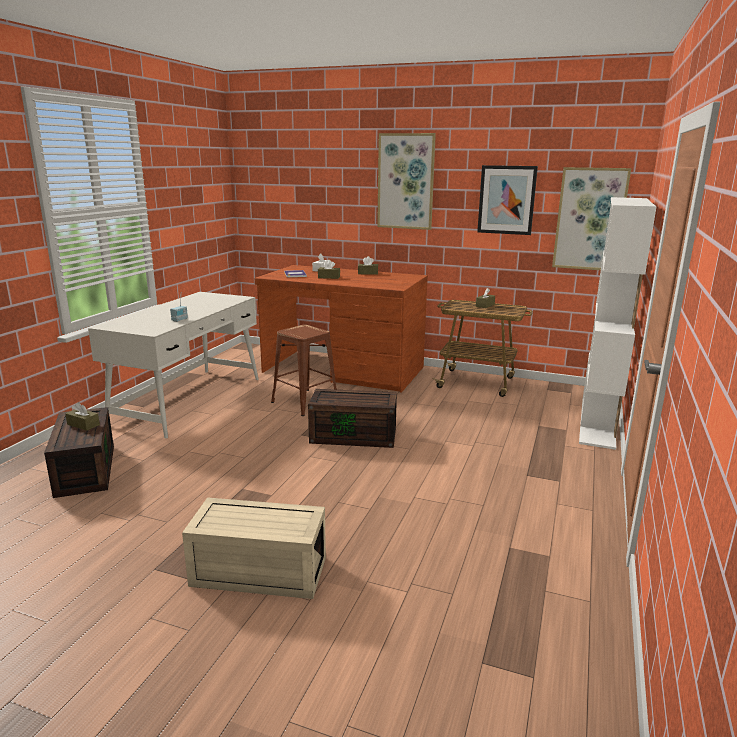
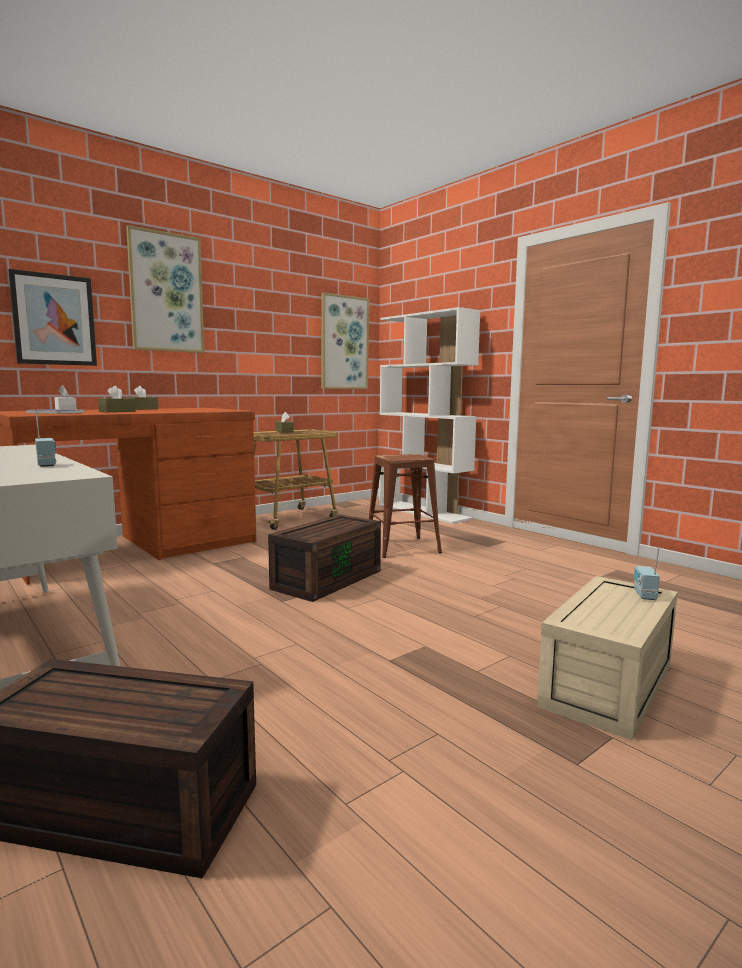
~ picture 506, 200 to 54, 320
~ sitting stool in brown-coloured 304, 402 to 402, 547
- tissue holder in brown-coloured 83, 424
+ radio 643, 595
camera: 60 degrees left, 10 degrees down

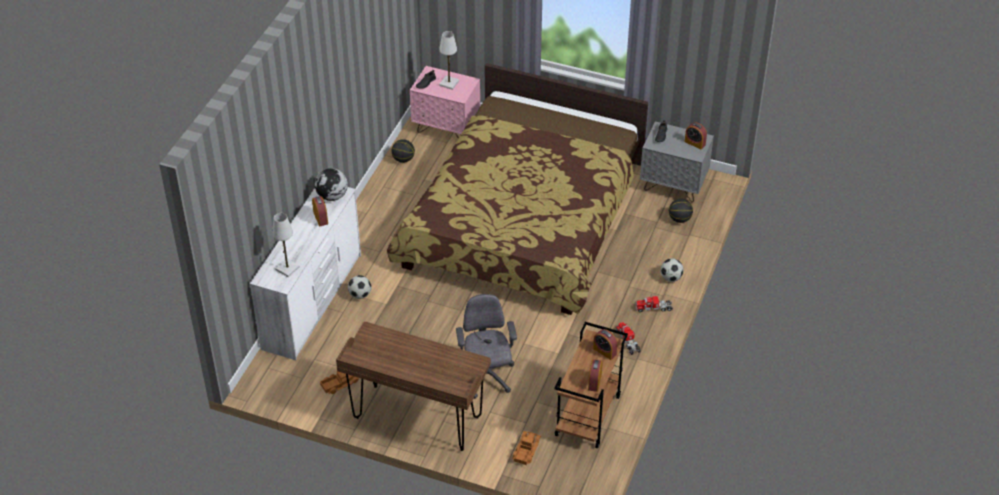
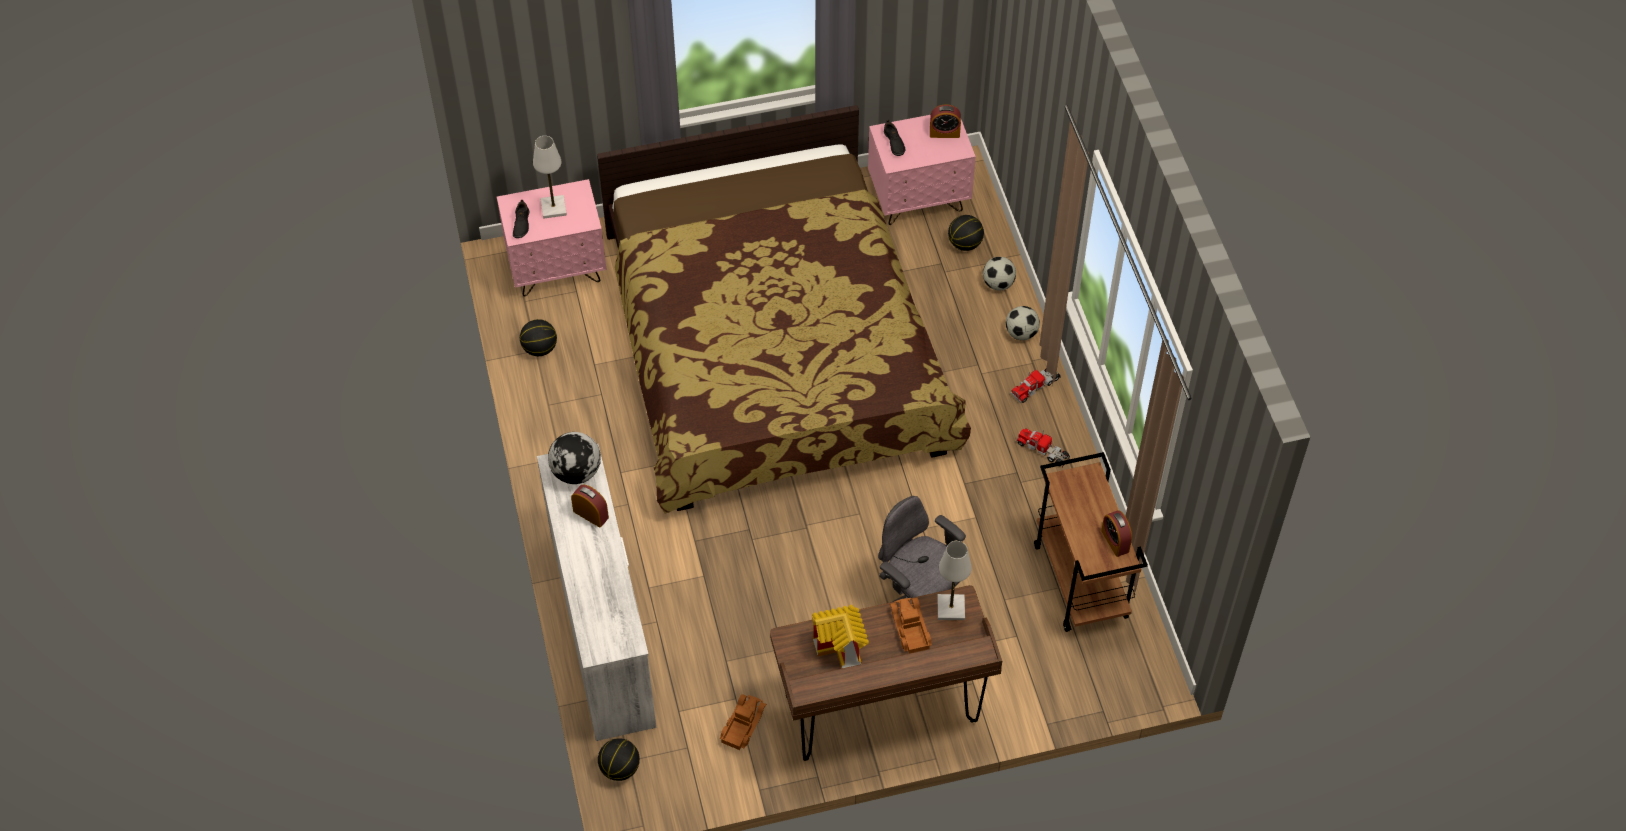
~ bedside table in grey 673, 185 to bedside table in pink 919, 199
~ lamp for a table in whitish 287, 268 to 951, 608
~ football ball 360, 294 to 998, 283
- alarm clock 604, 351
~ toy lorry 525, 450 to 909, 629
+ model house 842, 647
+ basketball ball 619, 768
camera: 35 degrees left, 10 degrees up

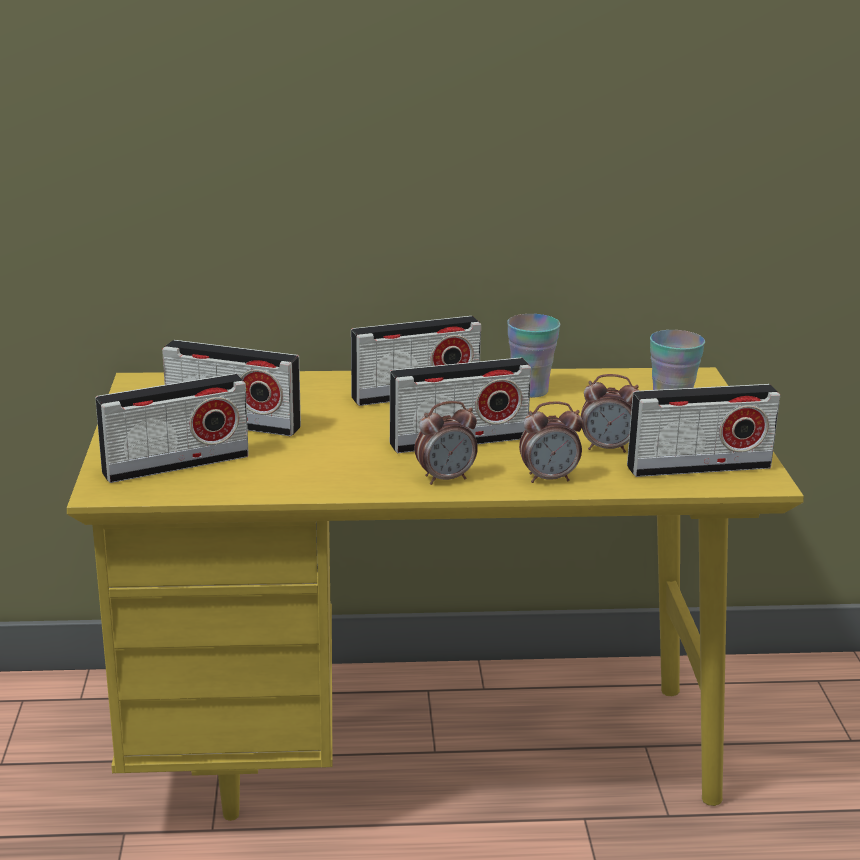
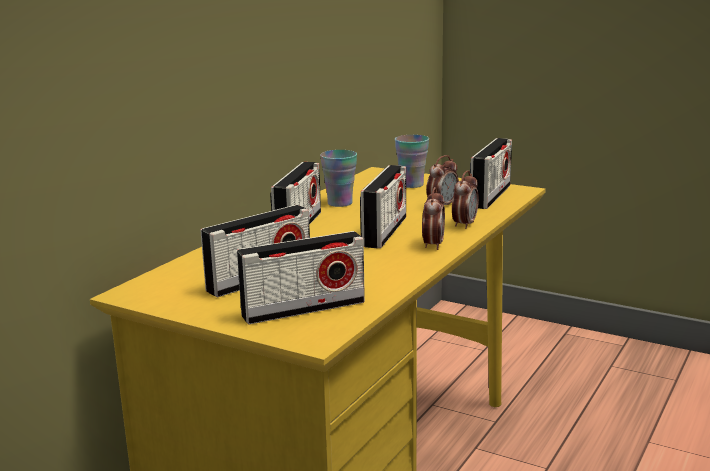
~ radio 176, 465 = 303, 309 60 degrees clockwise
camera: 55 degrees left, 5 degrees down

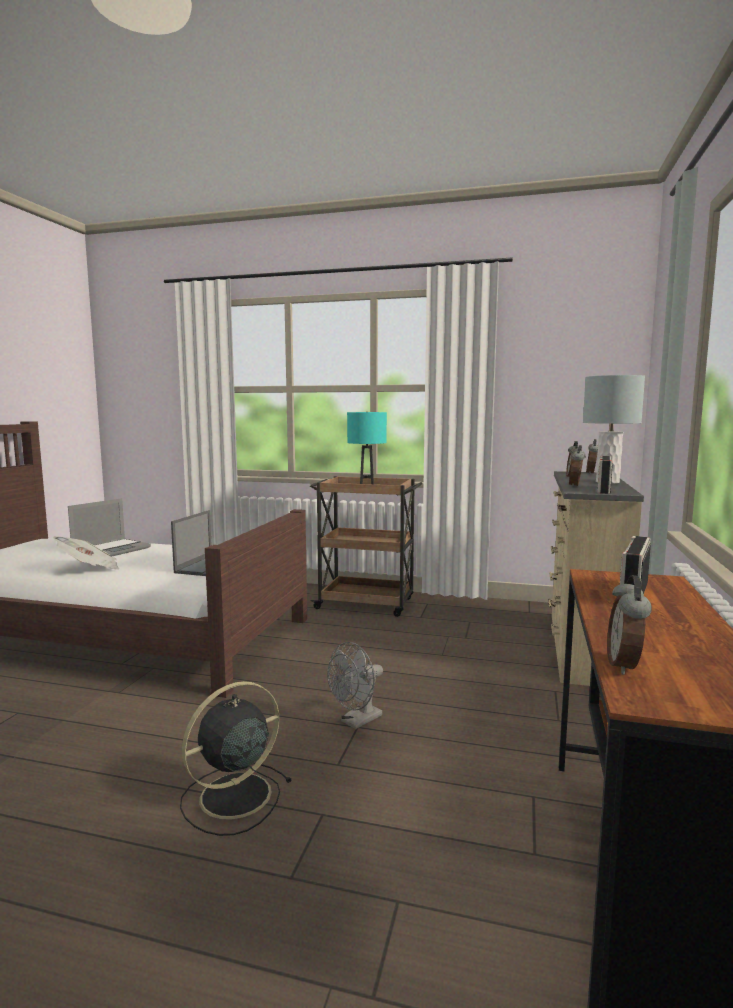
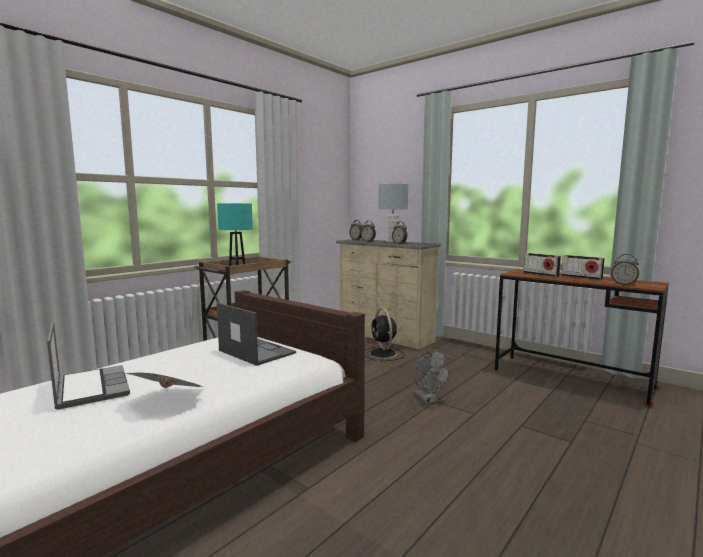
~ radio 603, 489 to 581, 277
~ cooling fan in black-coloured 232, 797 to 383, 354
camera: 65 degrees left, 0 degrees up

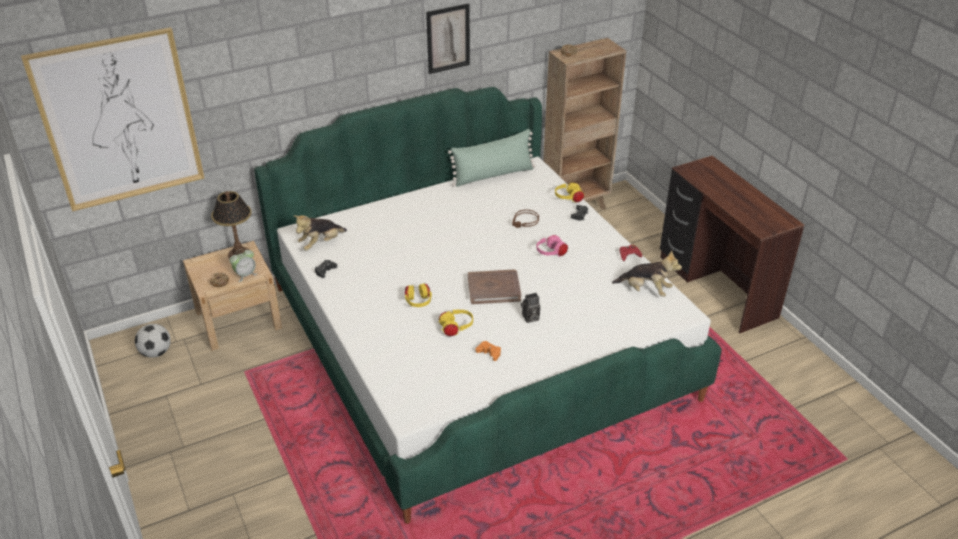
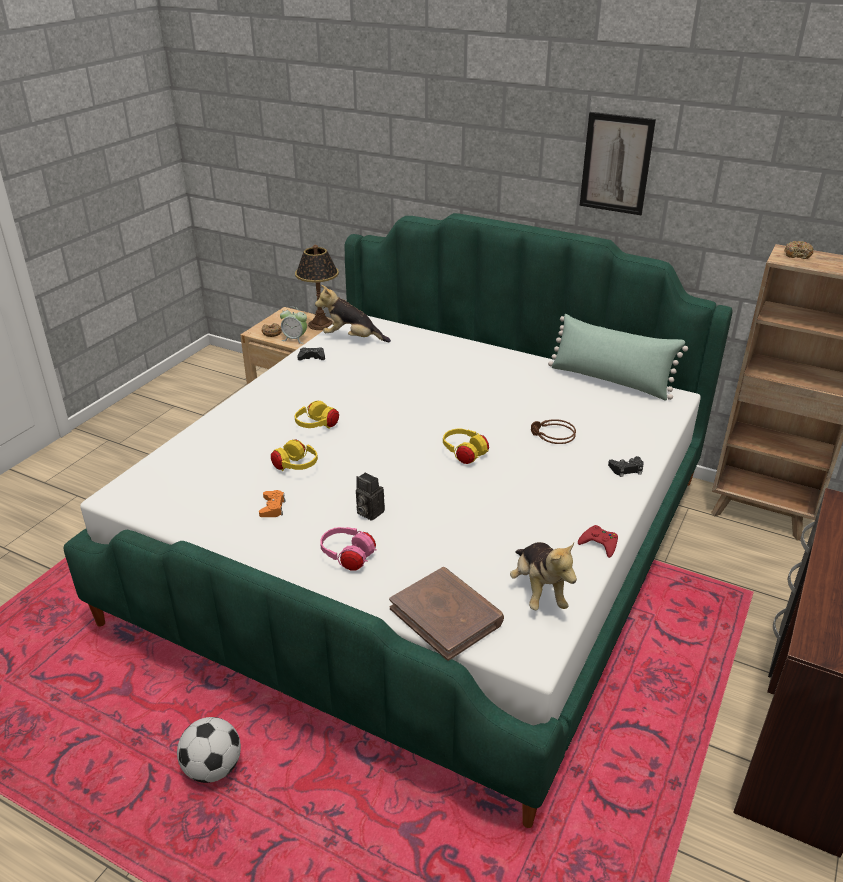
- picture 119, 120
~ headphones in yellow 568, 199 to 464, 454
~ headphones in pink 551, 253 to 348, 558
~ book in brown-coloured 494, 289 to 446, 615
~ football ball 156, 352 to 213, 768
camera: 55 degrees right, 5 degrees down

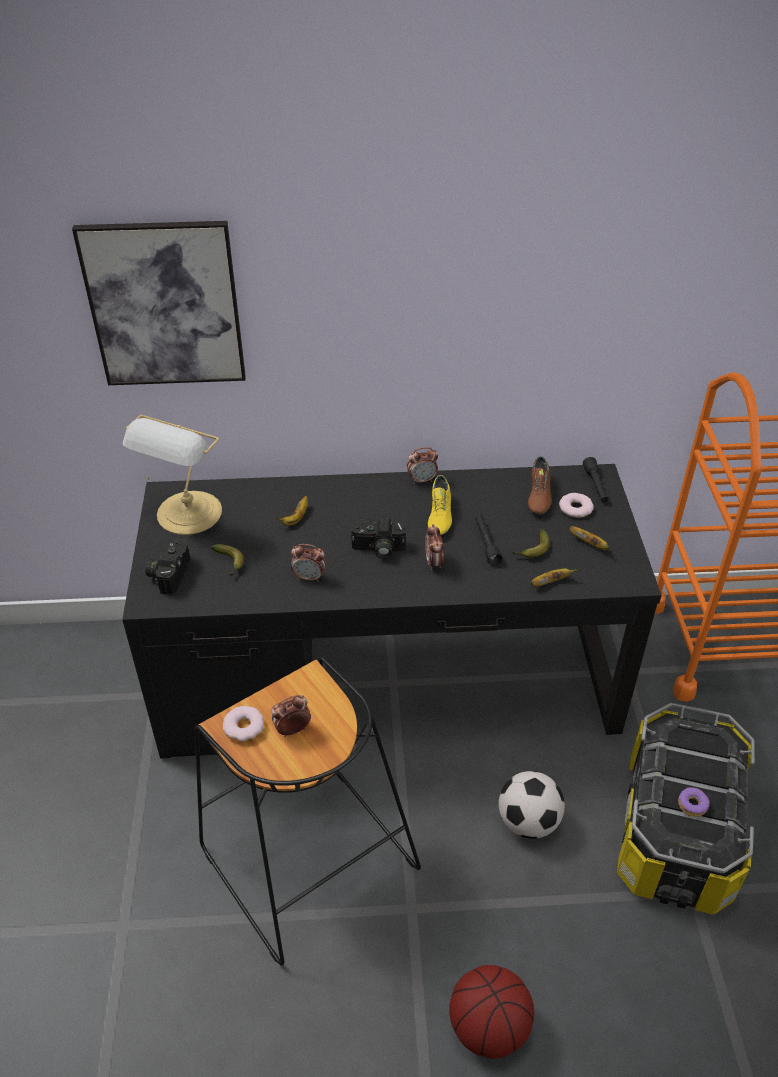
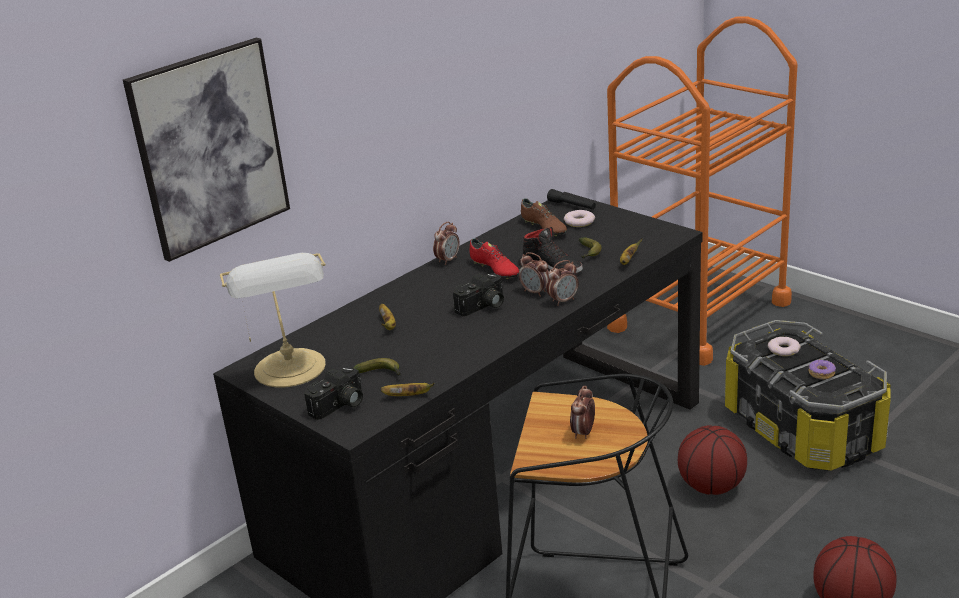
~ low shoe in yellow 439, 516 to low shoe in reddish 494, 270
~ hand torch in black-coloured 486, 543 to low shoe in black-coloured 552, 265
~ whole banana 590, 544 to 408, 396
~ still camera 169, 573 = 339, 406 105 degrees counterclockwise
~ alarm clock 309, 577 to 563, 301
~ donut 244, 726 to 783, 349
~ football ball 528, 821 to basketball ball 711, 487
camera: 40 degrees left, 15 degrees down

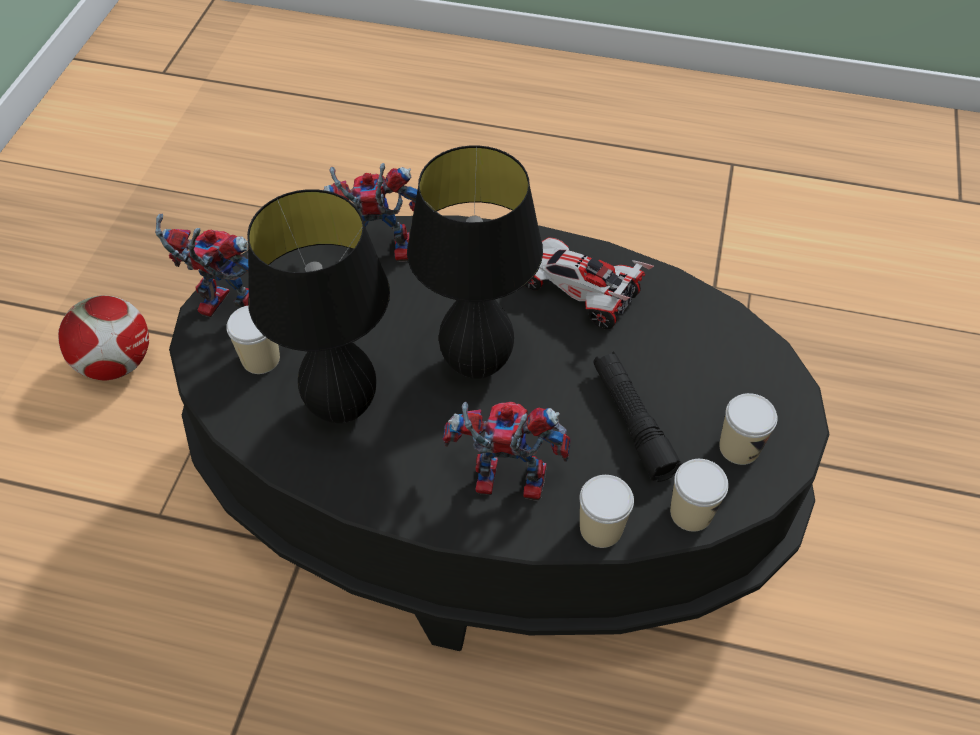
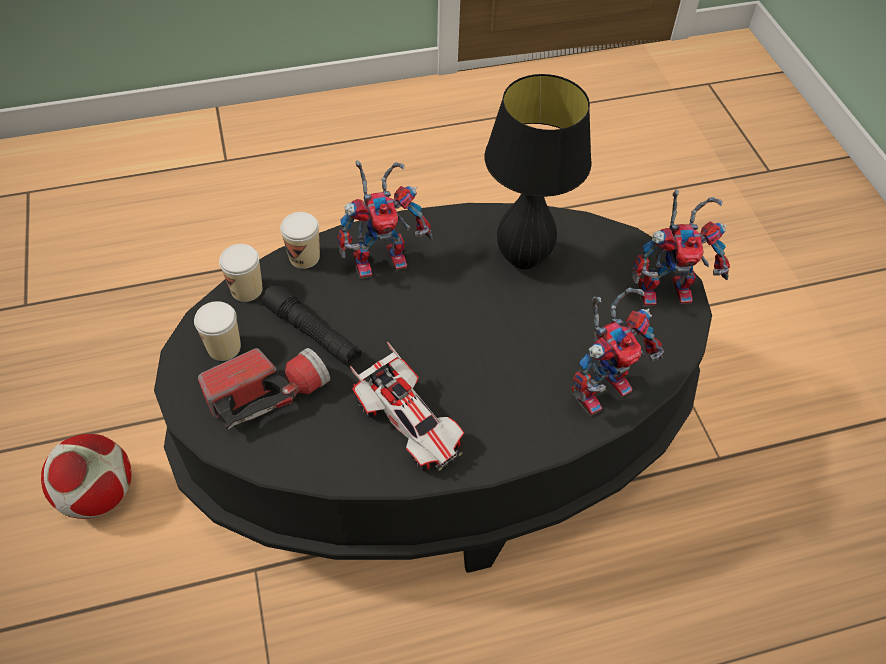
- lamp for a table in black-coloured 476, 365
~ miniature car 578, 293 = 409, 425 45 degrees clockwise
~ football ball 117, 363 to 99, 494
- drinking cup 261, 359
+ hand torch 267, 393
camera: 150 degrees right, 0 degrees up

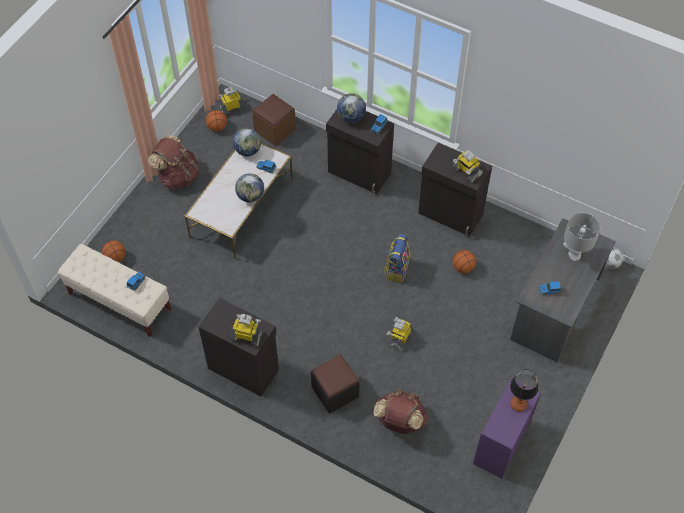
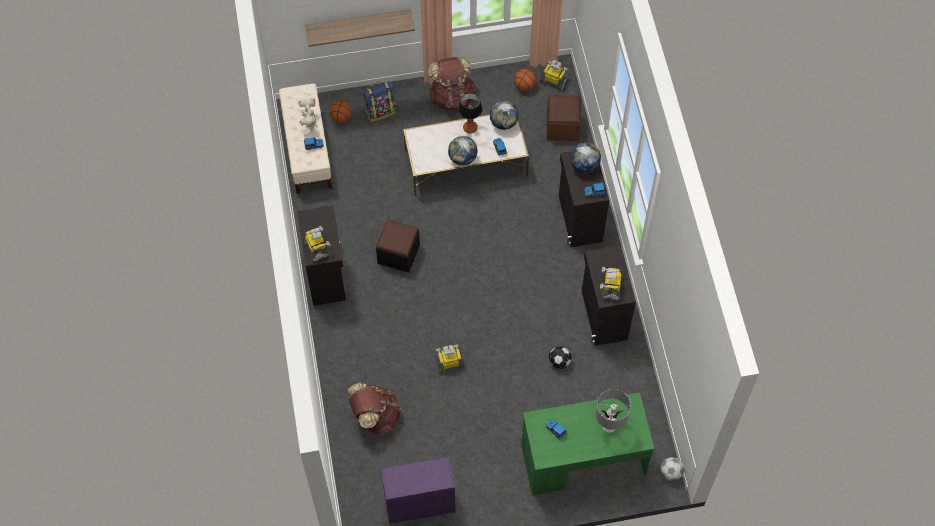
~ desk in grey 555, 309 to desk in green 582, 459
~ backpack 396, 269 to 380, 111
~ basketball ball 463, 267 to football ball 559, 362
~ ottoman in black-coloured 335, 392 to 398, 254
~ lamp for a table 518, 404 to 469, 128
+ wall shelf 358, 23
+ model robot 309, 122
camera: 50 degrees right, 5 degrees up

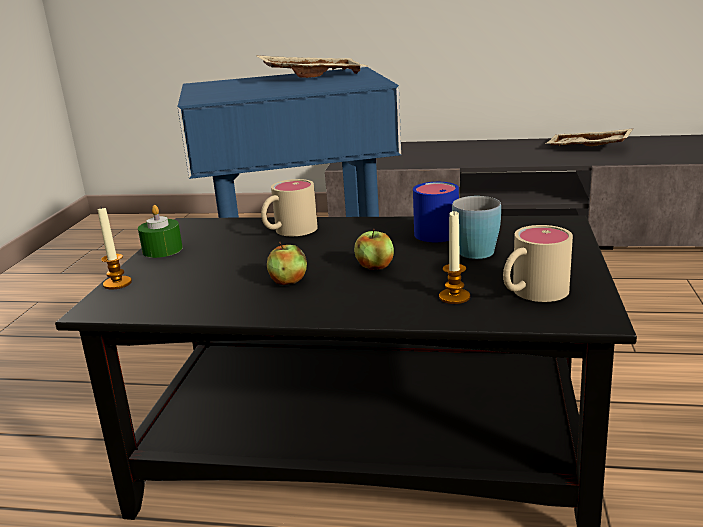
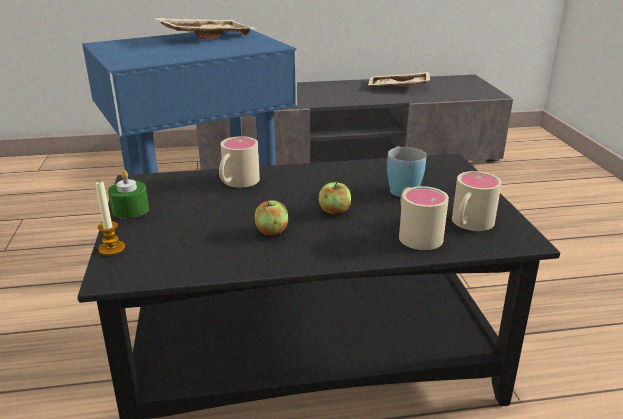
- coffee mug in bluish 432, 230
~ candle 454, 297 to coffee mug in beige-coloured 415, 233
camera: 20 degrees left, 5 degrees up

